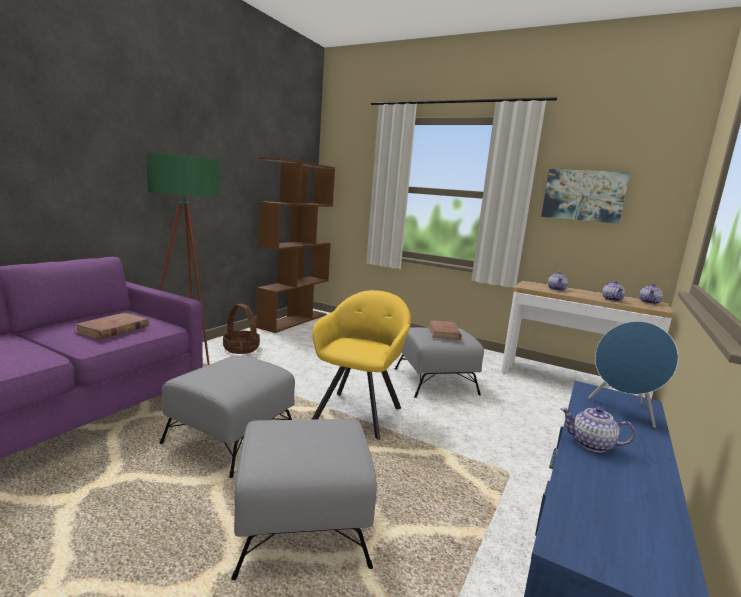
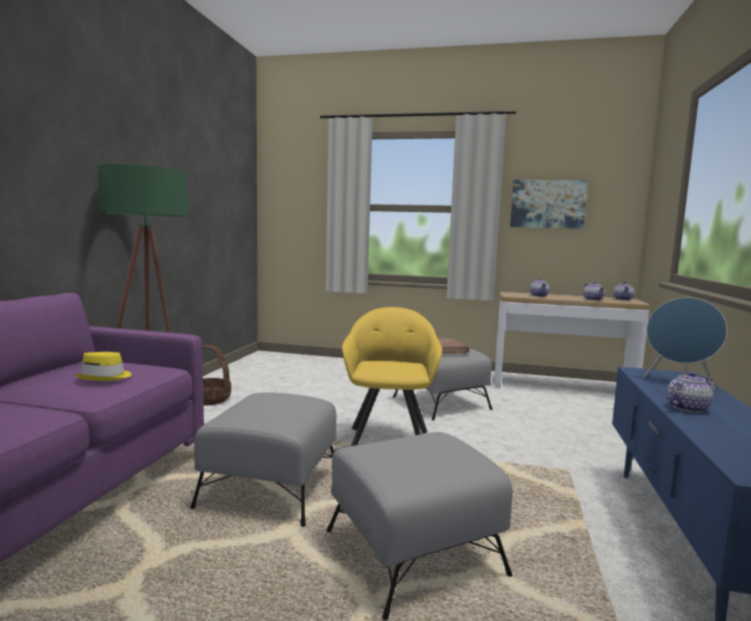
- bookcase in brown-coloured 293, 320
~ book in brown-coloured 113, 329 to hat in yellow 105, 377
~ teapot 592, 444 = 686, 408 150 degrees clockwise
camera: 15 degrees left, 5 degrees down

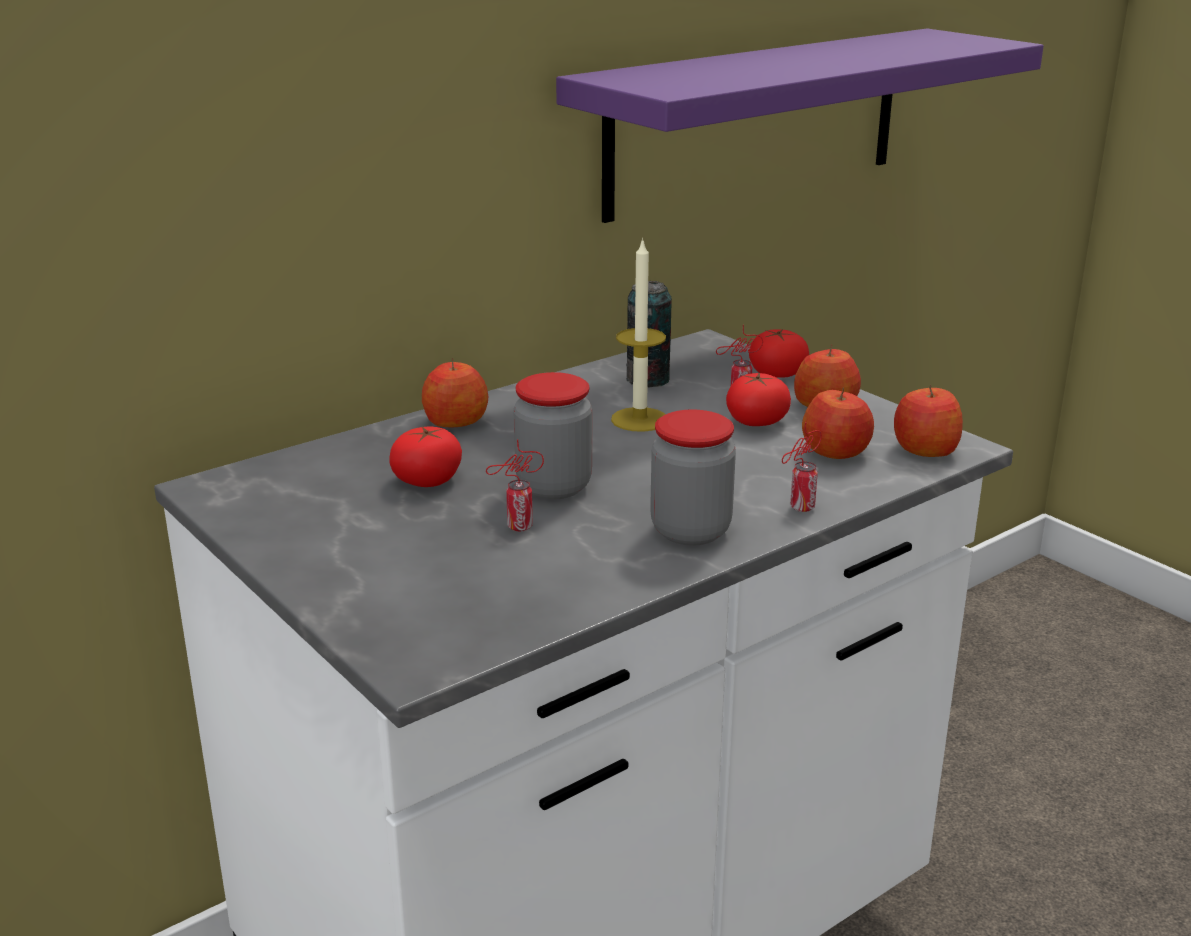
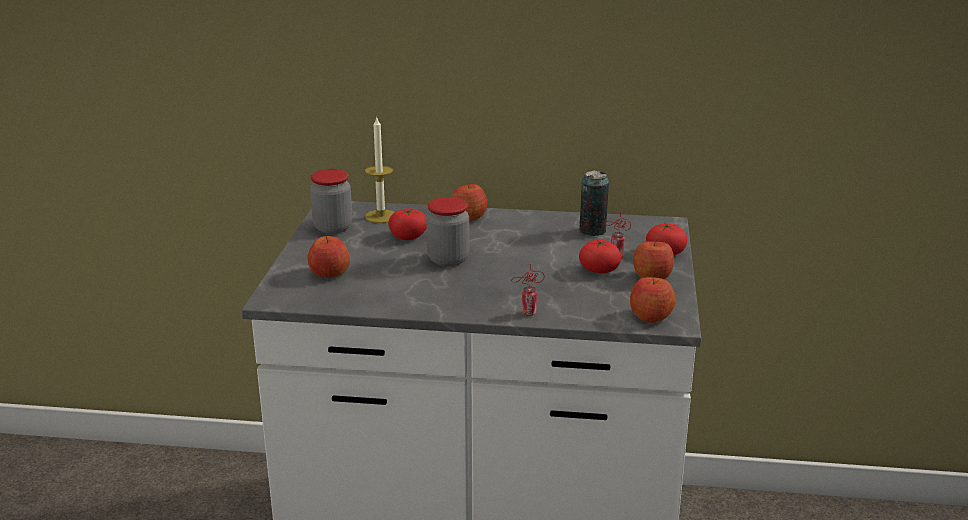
- wall shelf in purplish 757, 121
~ candle 639, 419 to 381, 216
~ apple 836, 452 to 329, 273
~ preserve jar 690, 531 to 333, 228
- can 516, 527
camera: 45 degrees right, 0 degrees up

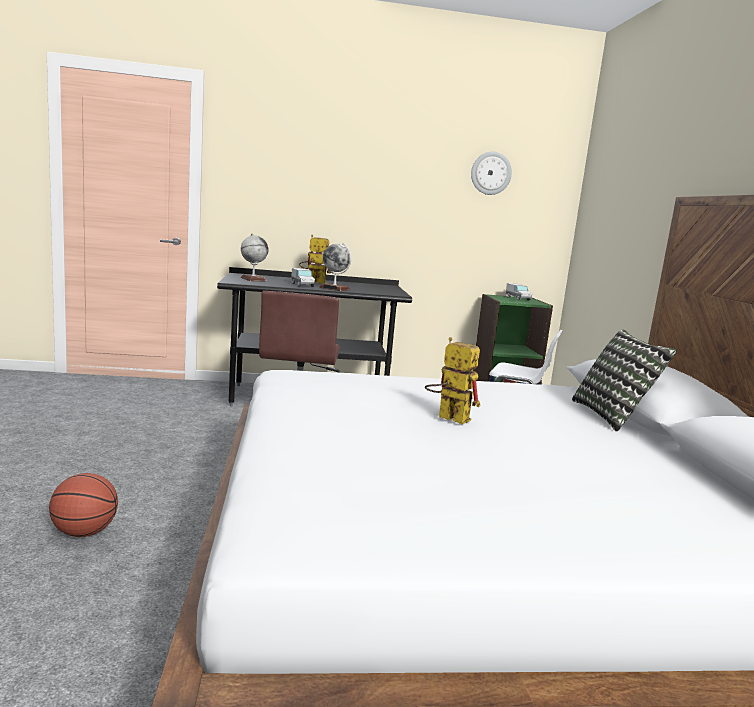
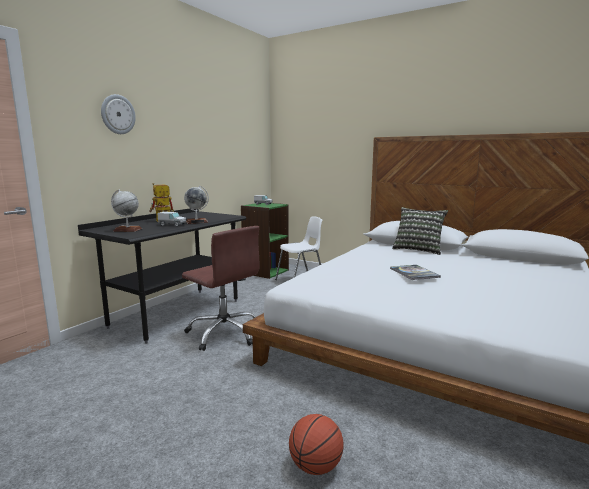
~ hanging clock 491, 173 to 117, 114
~ model robot 446, 417 to book 414, 273
camera: 50 degrees left, 0 degrees up

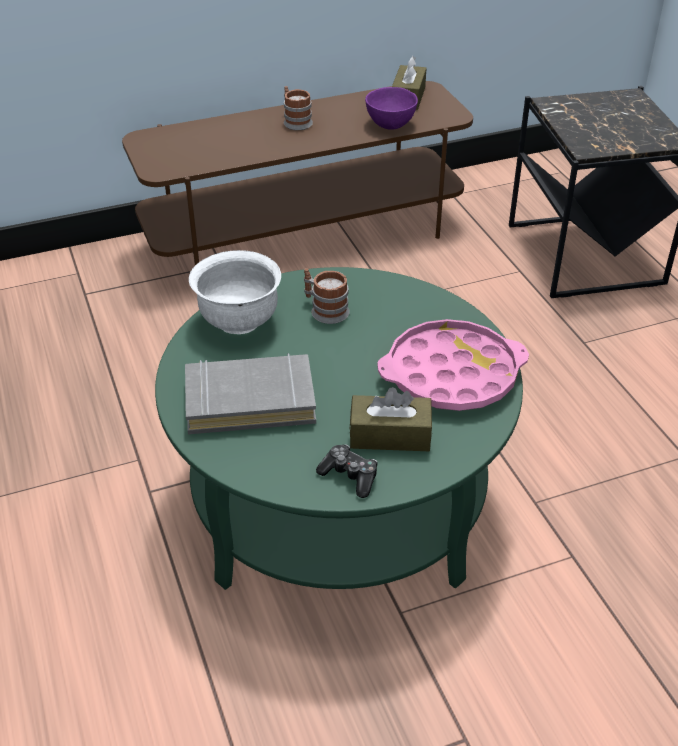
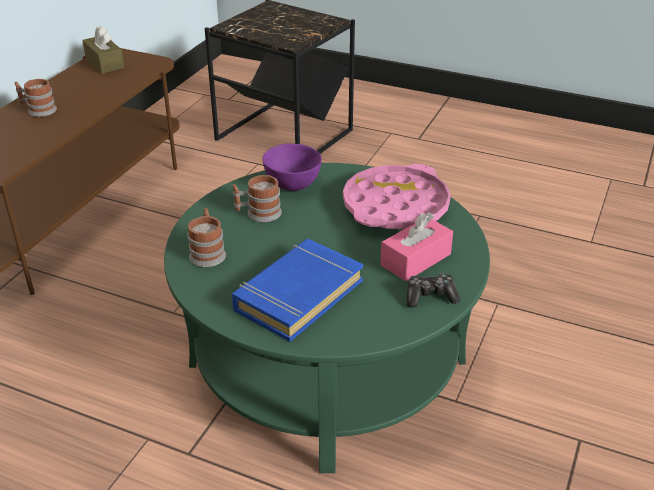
~ deep dish in purplish 390, 124 to 292, 184
~ deep dish in whitish 239, 321 to coffee mug 208, 252
~ book in grey 250, 401 to book in bluish 298, 295
~ tissue holder in brown-coloured 390, 435 to tissue holder in pink 415, 260
camera: 45 degrees left, 5 degrees down

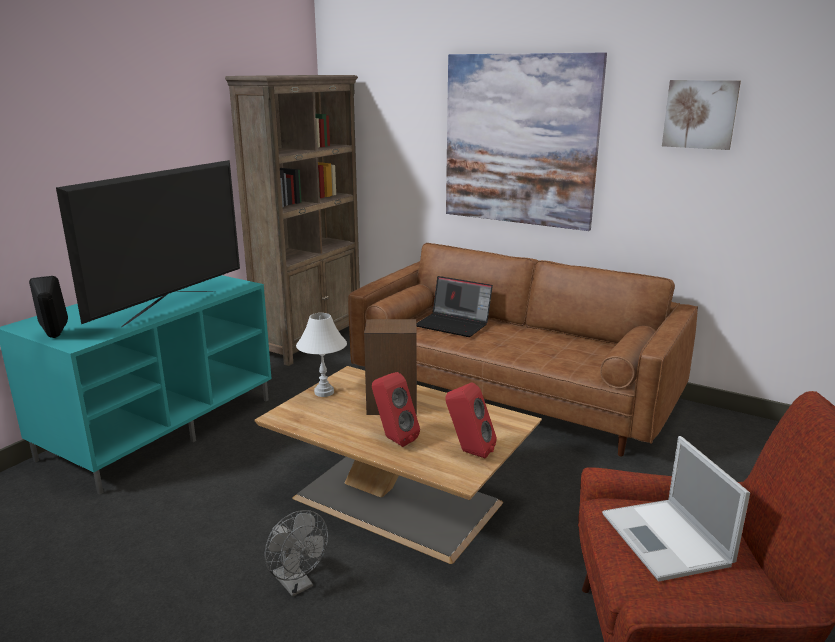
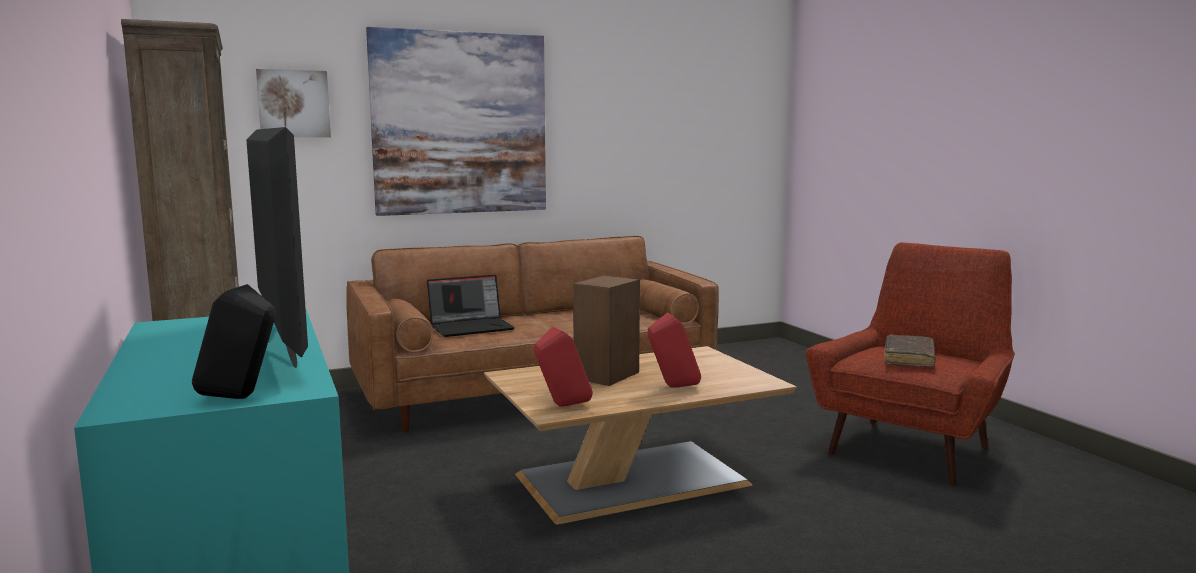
~ picture 700, 114 to 294, 104
- lamp for a table in whitish 324, 392
~ speaker in reddish 468, 452 to 562, 406
~ notebook computer 667, 540 to book in brown-coloured 908, 359
- cooling fan in grey 297, 584
camera: 55 degrees left, 10 degrees down

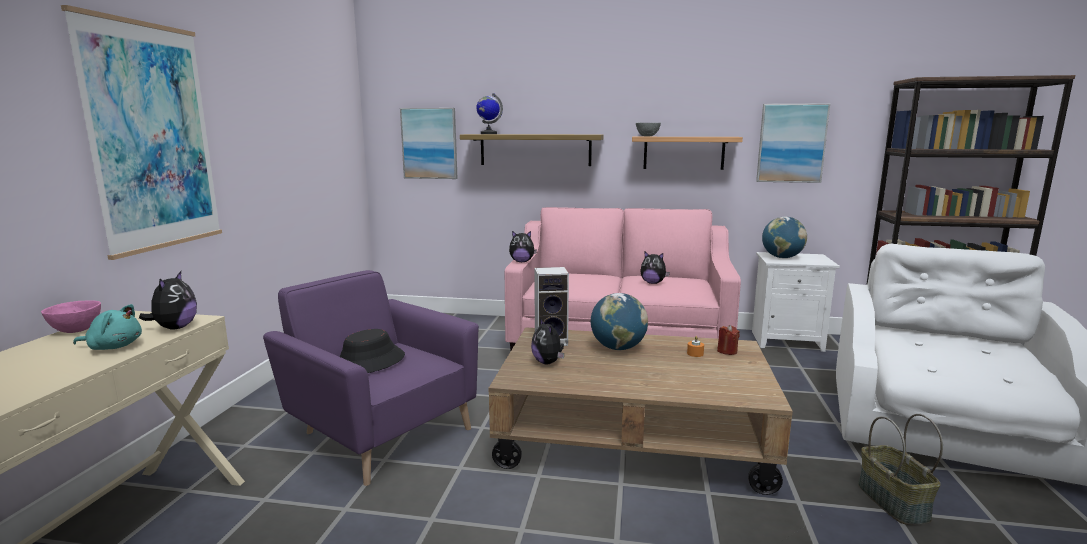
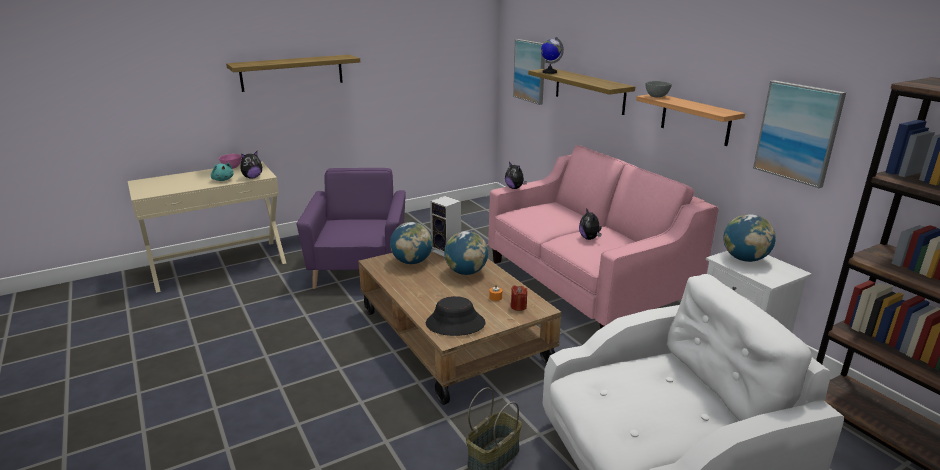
~ picture 152, 137 to wall shelf 292, 72
~ soft toy 548, 362 to world globe 412, 262
~ hat in black-coloured 369, 362 to 455, 324
camera: 50 degrees right, 10 degrees up

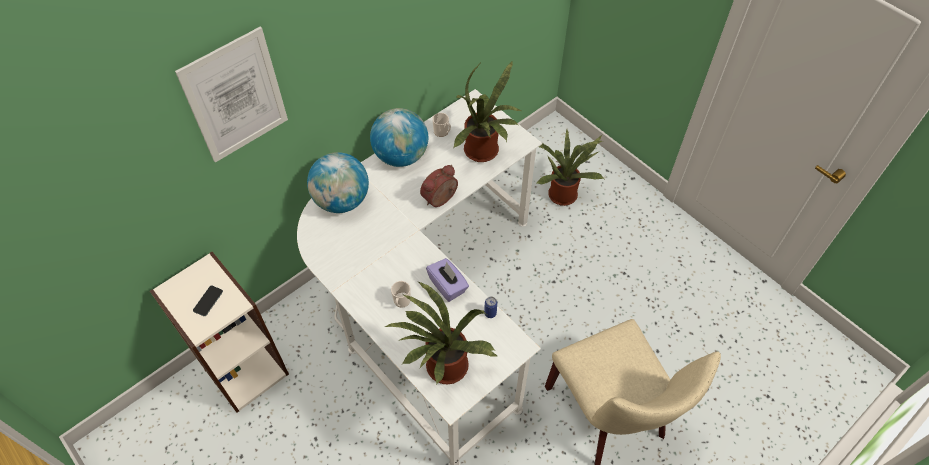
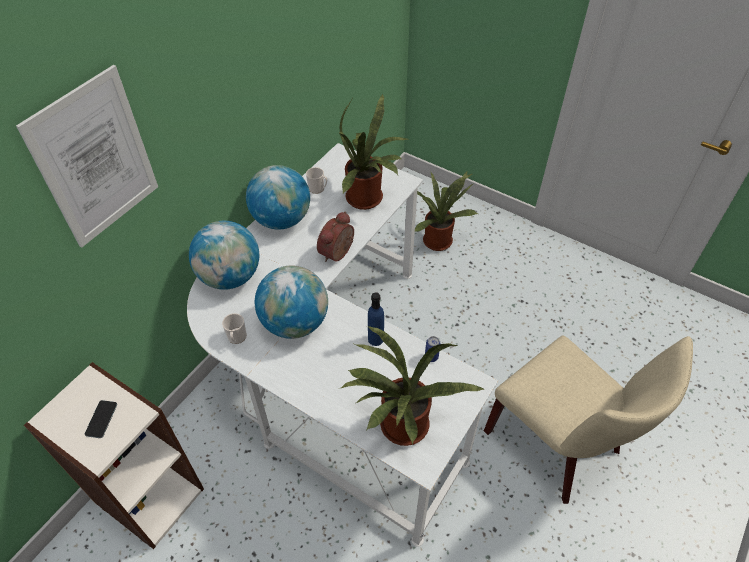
~ tissue holder in purplish 448, 286 to beverage bottle in bluish 375, 339
~ coffee mug 401, 302 to 236, 338
+ world globe 295, 323
camera: 15 degrees left, 5 degrees down

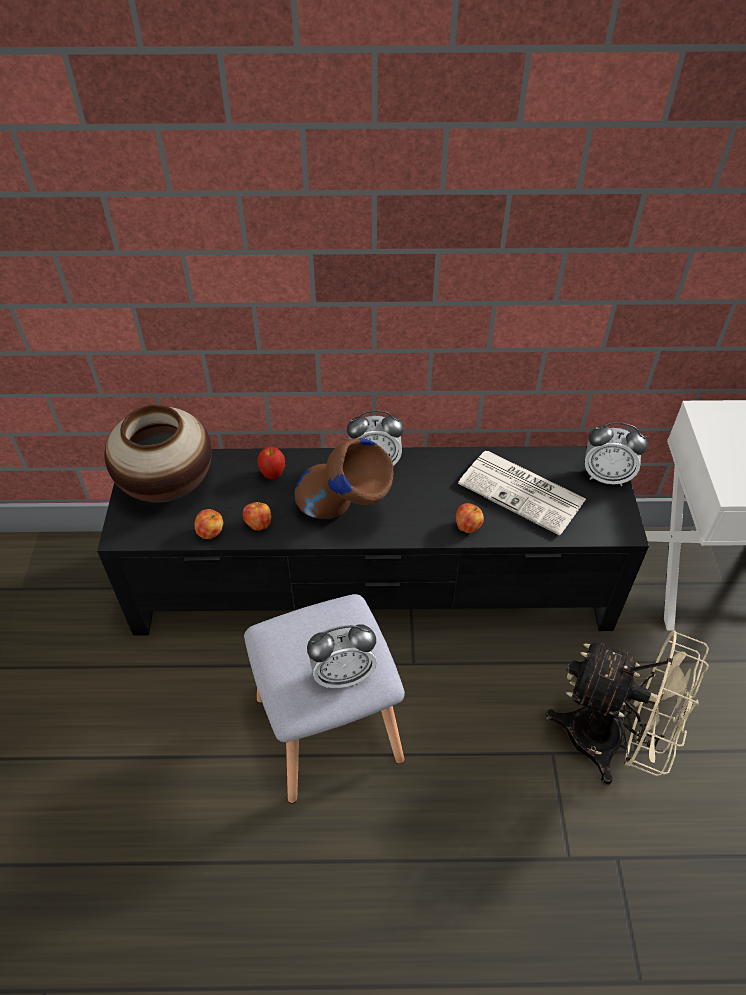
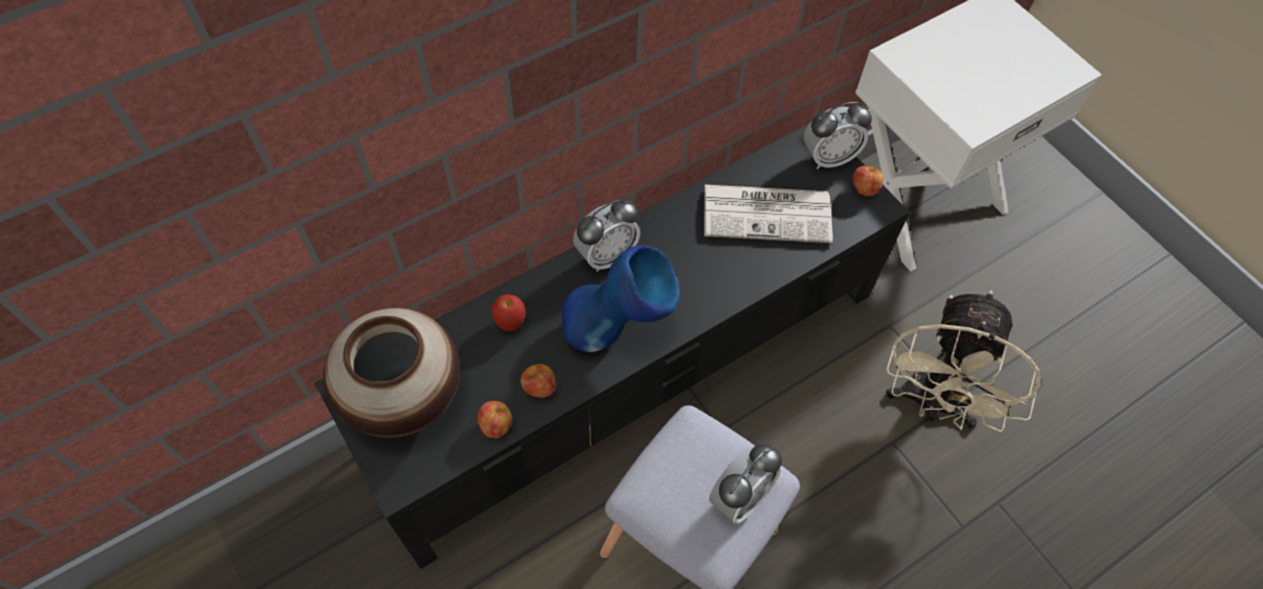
~ vase in brown-coloured 344, 515 to vase in bluish 619, 330
~ apple 468, 526 to 863, 189
~ cooling fan in beige-coloured 610, 742 = 930, 404 120 degrees clockwise
camera: 35 degrees left, 10 degrees up

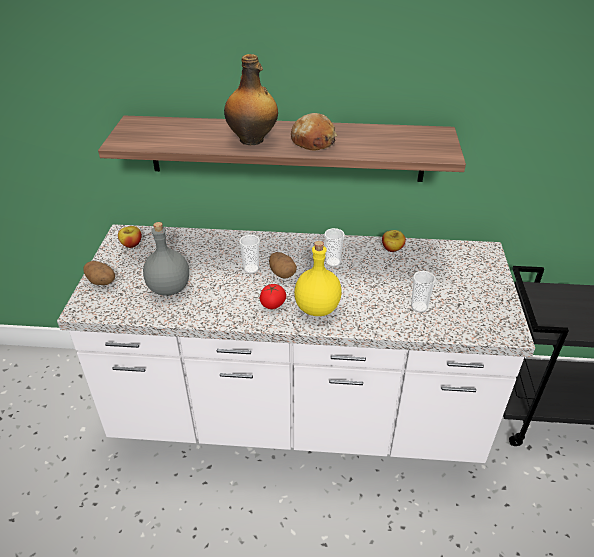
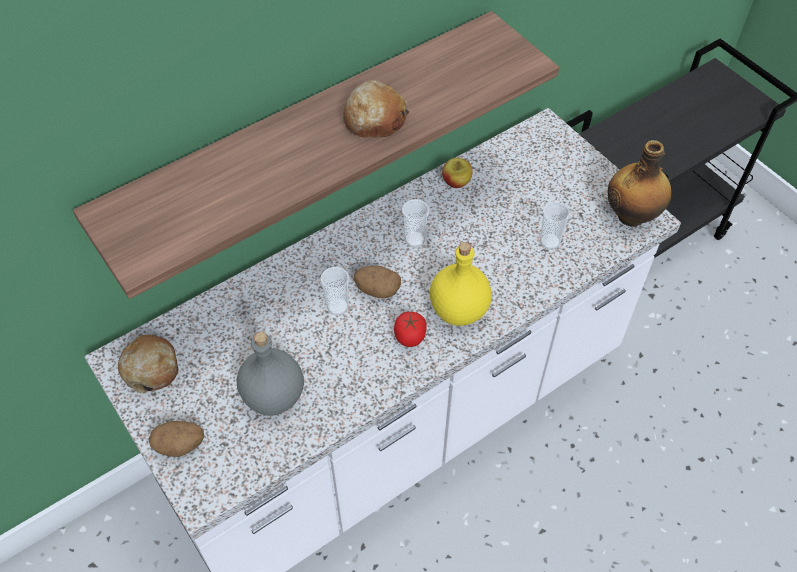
~ beverage bottle 252, 140 to 632, 215
~ apple 131, 244 to bread 151, 368
camera: 40 degrees left, 15 degrees up

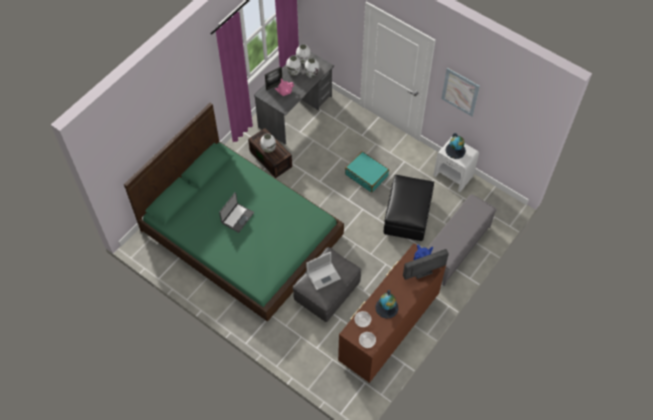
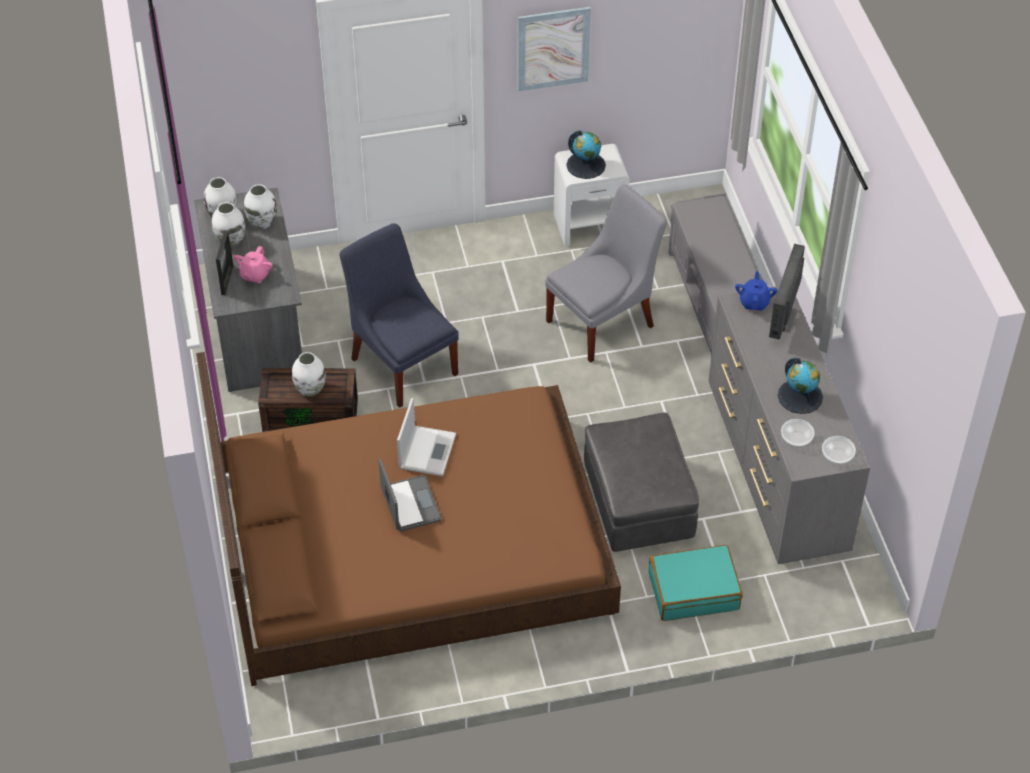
~ bedroom bed in green 241, 232 to bedroom bed in brown-coloured 411, 544
~ travel case in turquoise-coloured 366, 175 to 693, 590
~ ottoman in black-coloured 407, 216 to upright chair in grey 604, 321
~ drawer chest in brown-coloured 388, 328 to drawer chest in grey 776, 471
~ notebook computer 324, 275 to 427, 450
+ upright chair in bluish 402, 362
camera: 50 degrees left, 10 degrees down

